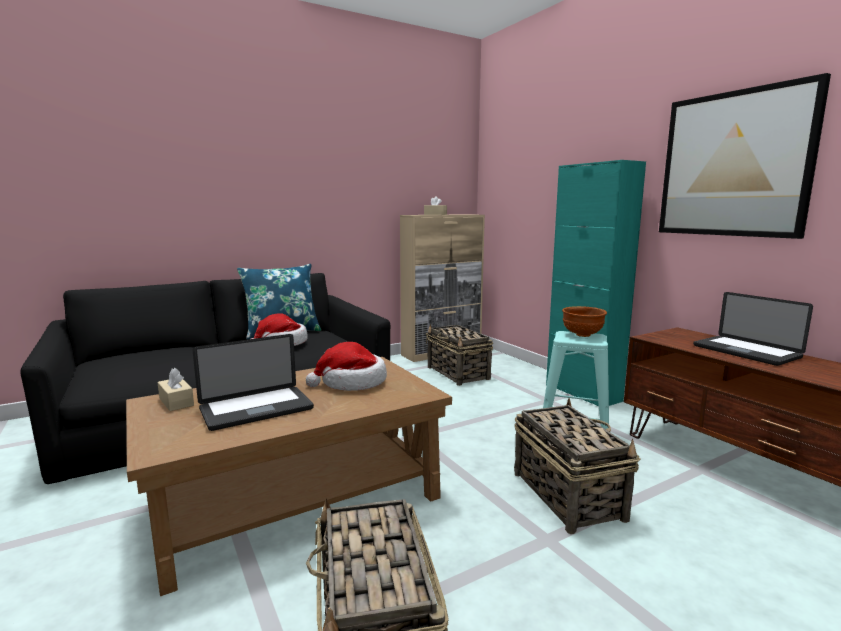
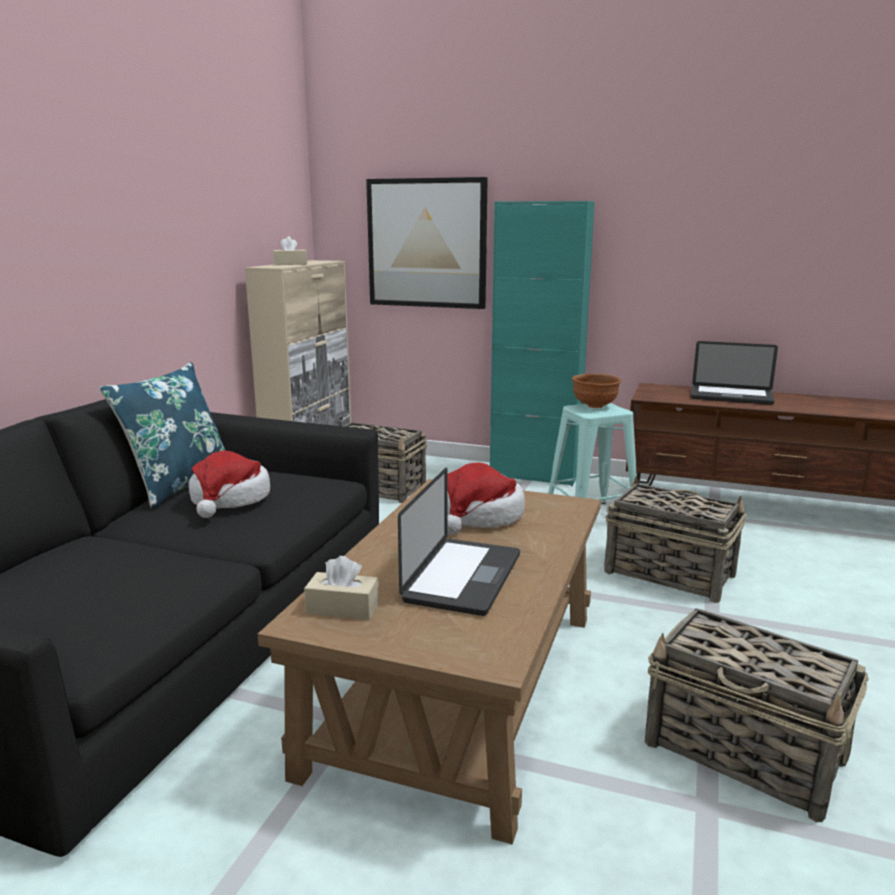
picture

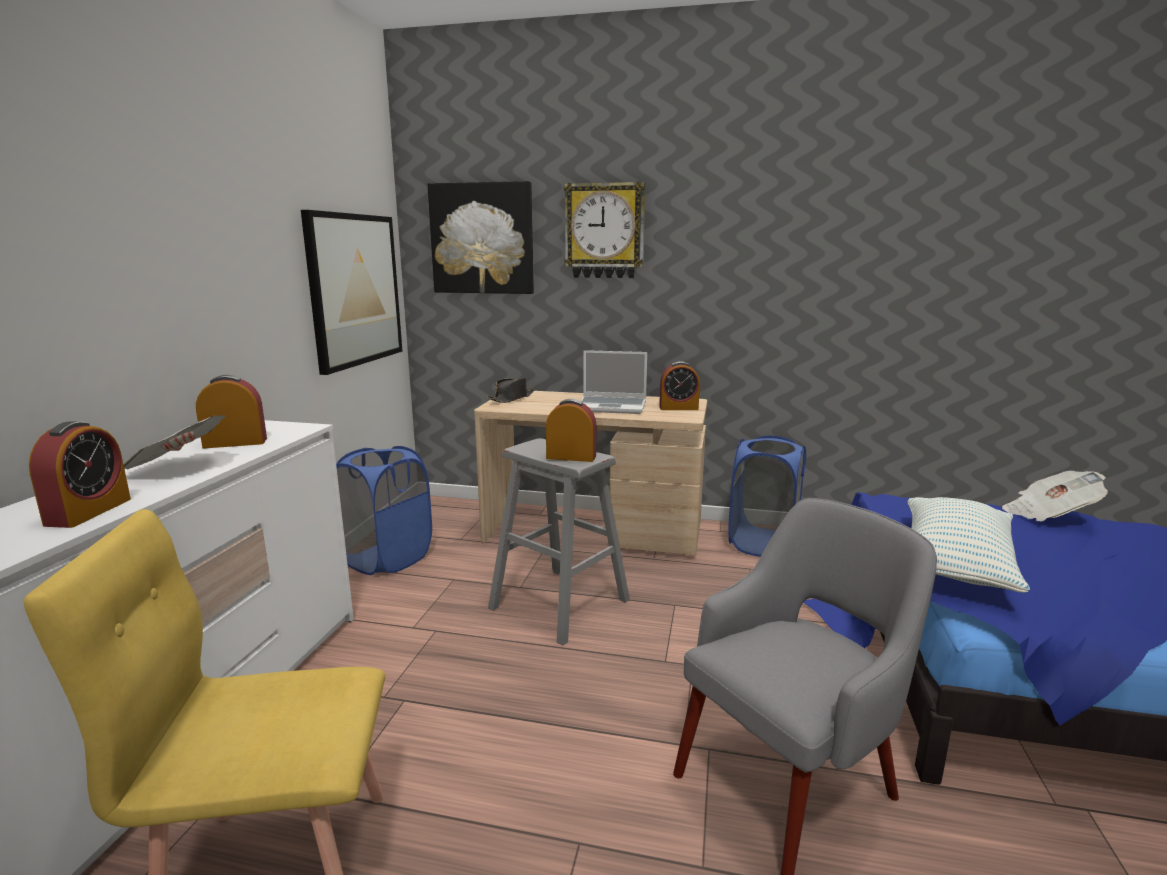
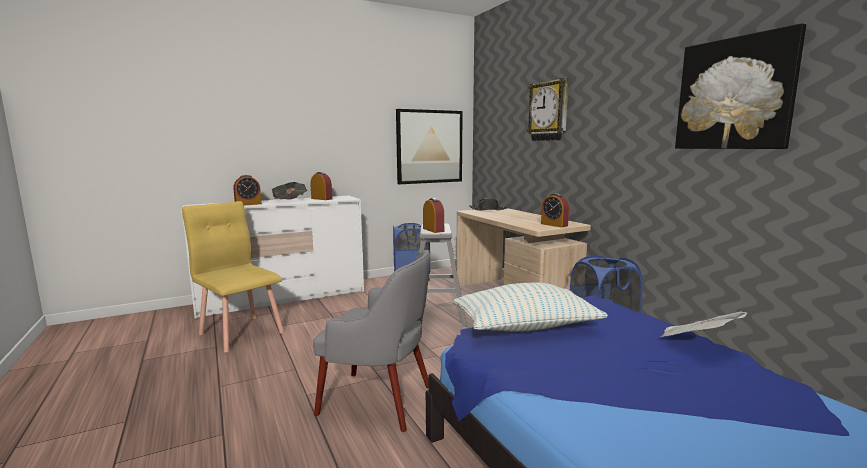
picture (no. 2 from left)
portable_computer

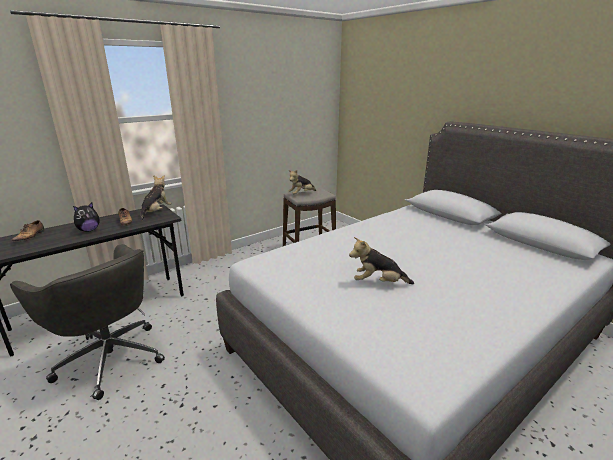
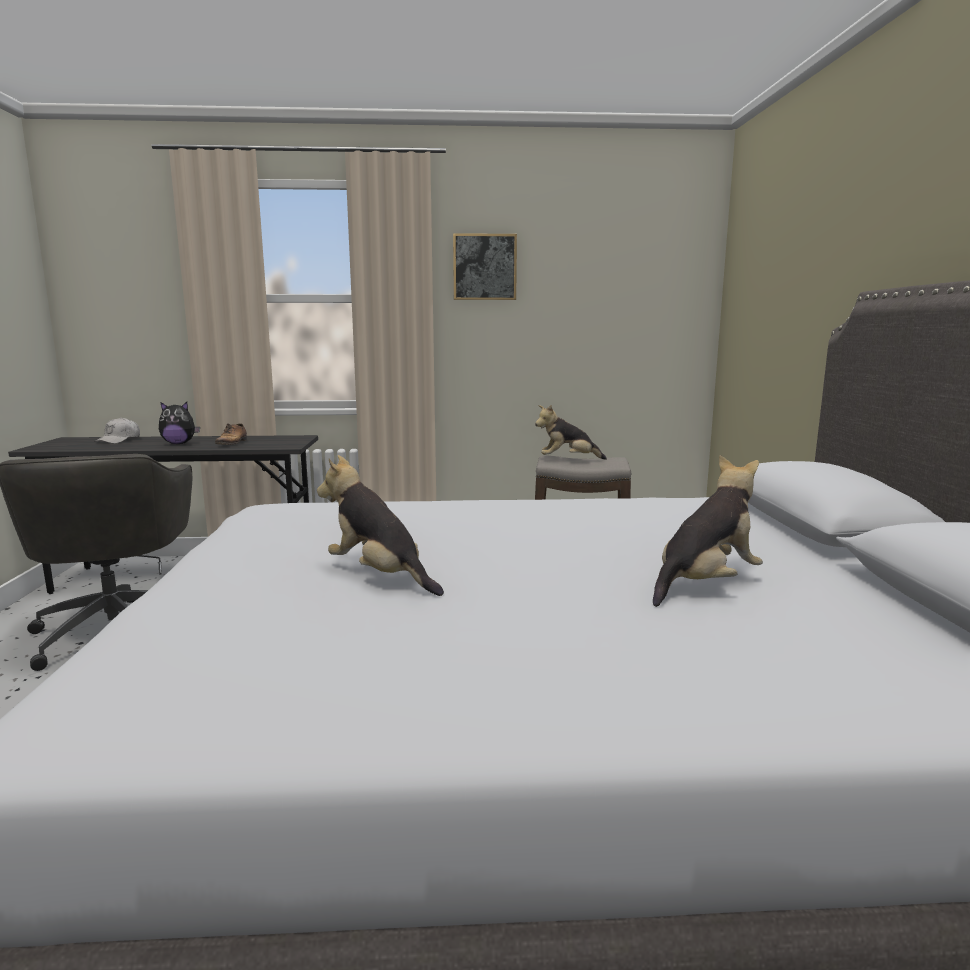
plush_toy (no. 4 from left)
whitish_baseball_cap
picture

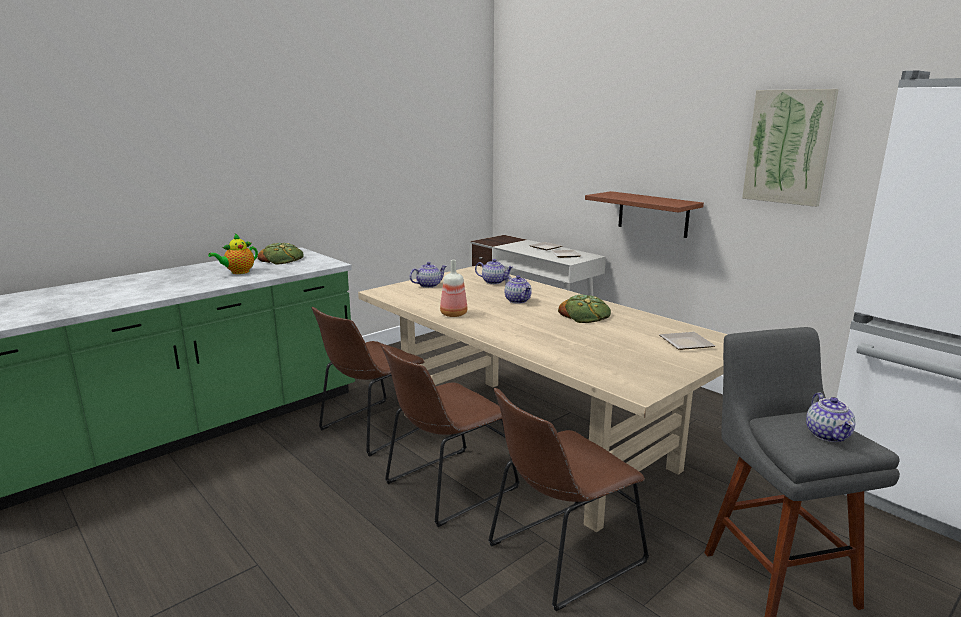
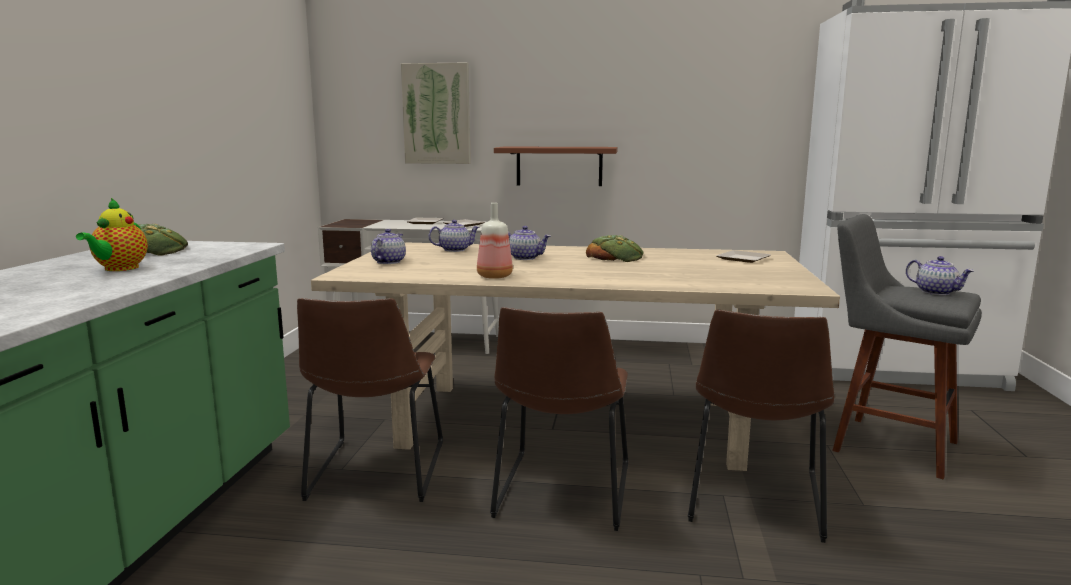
picture

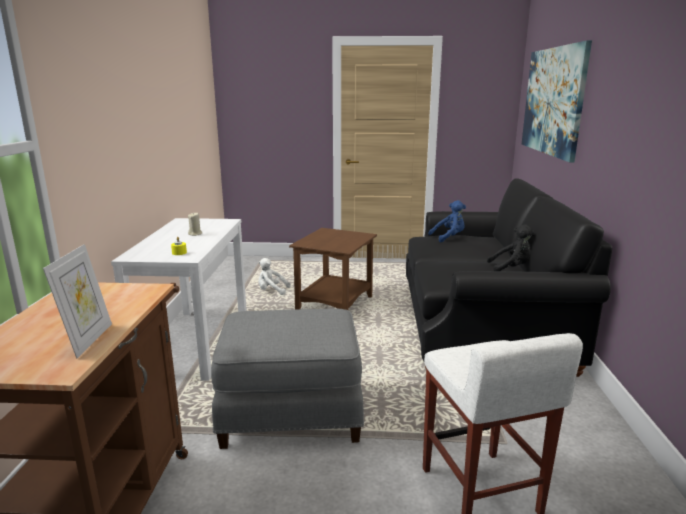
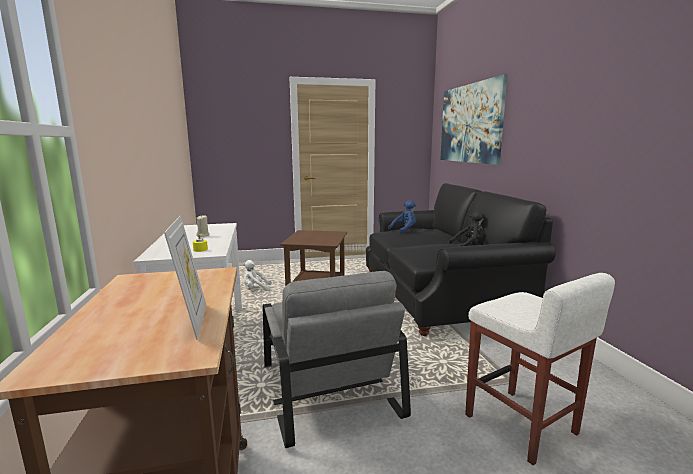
gray_easy_chair

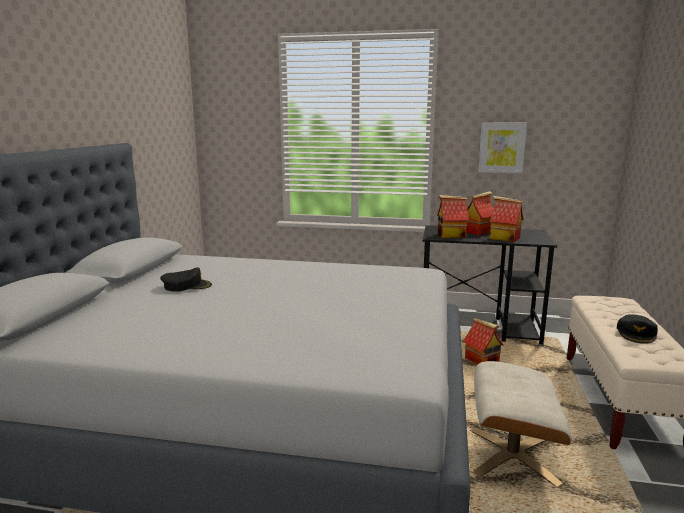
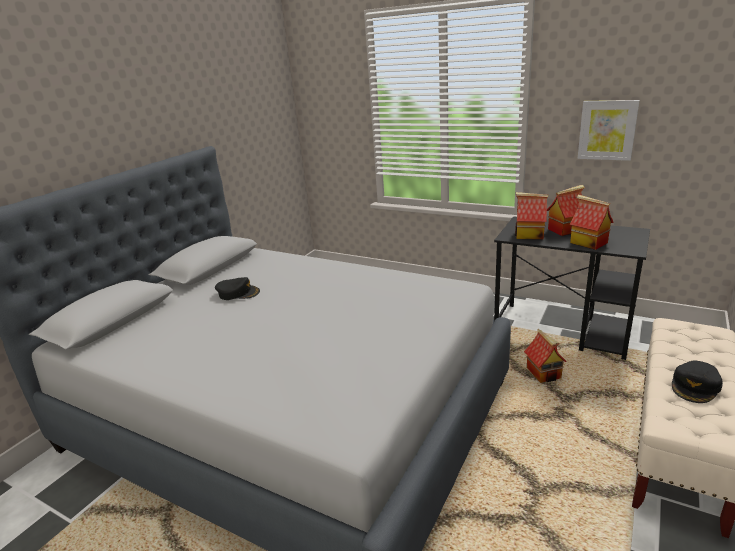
beige_ottoman

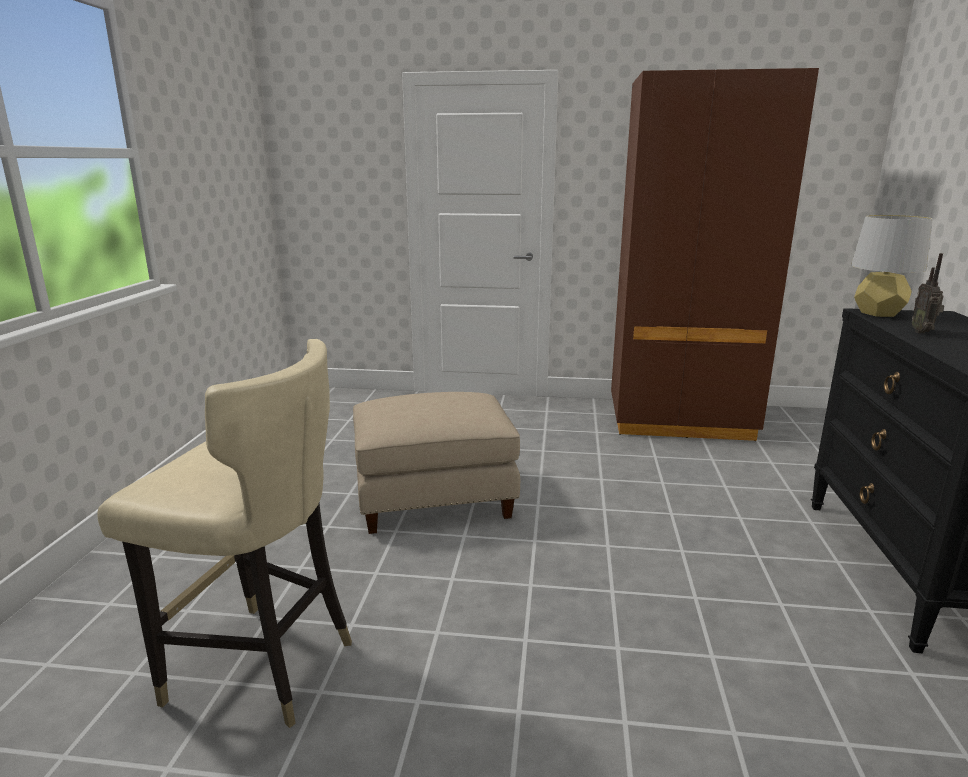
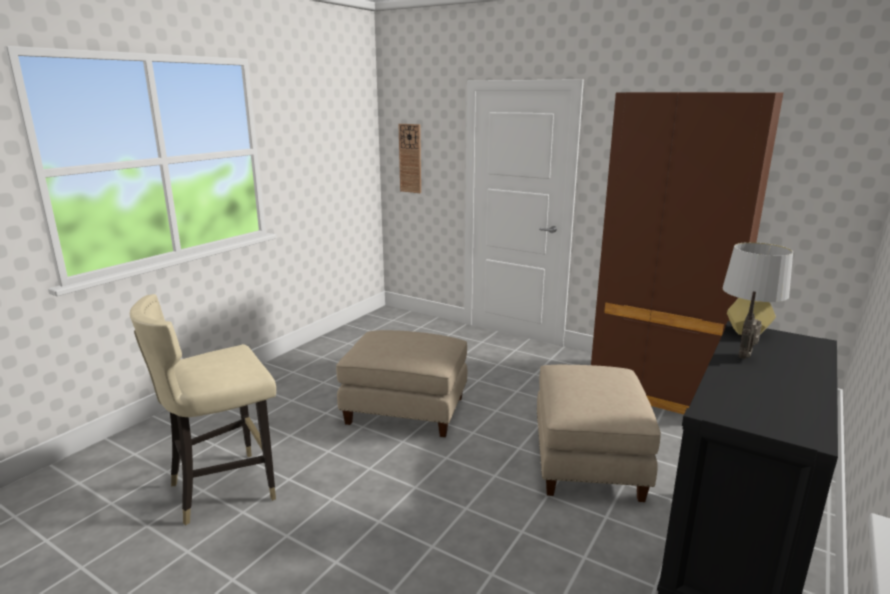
beige_plain_chair
clock_on_the_wall
beige_ottoman (no. 2 from left)

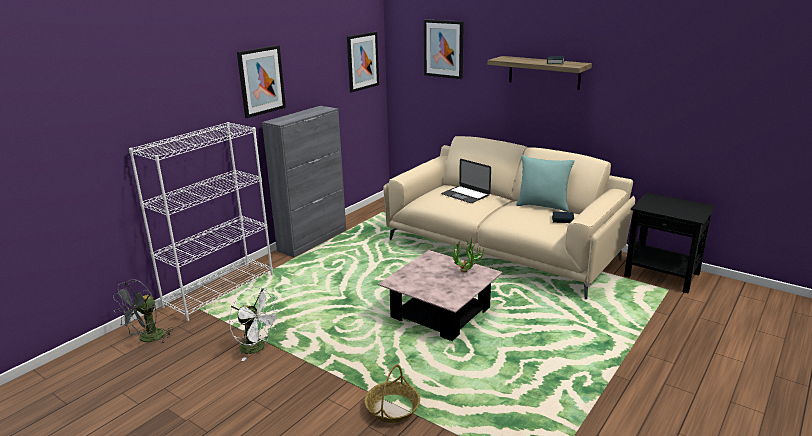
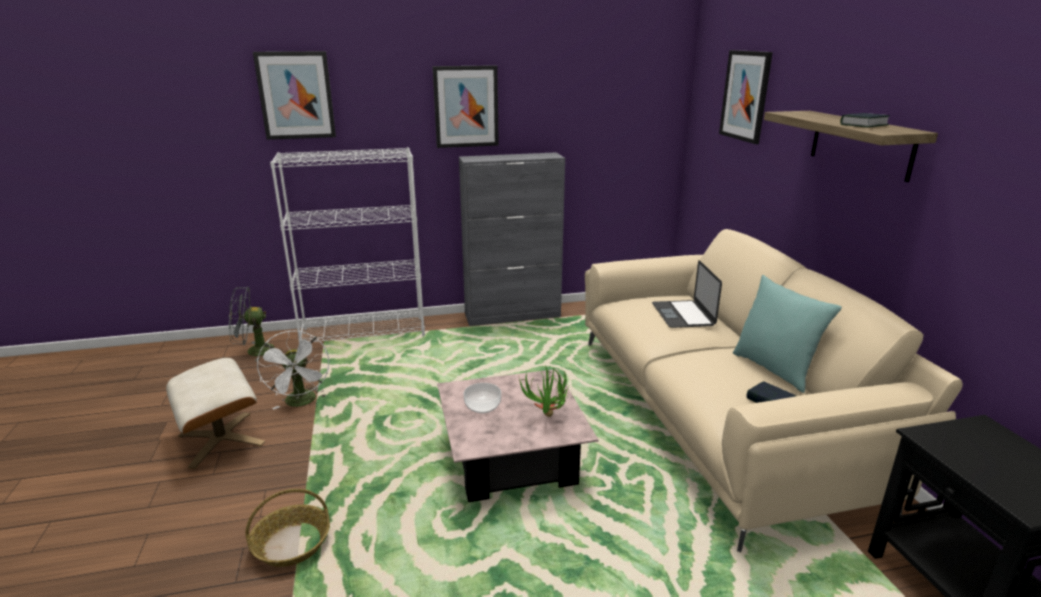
picture (no. 1 from left)
beige_ottoman
bowl

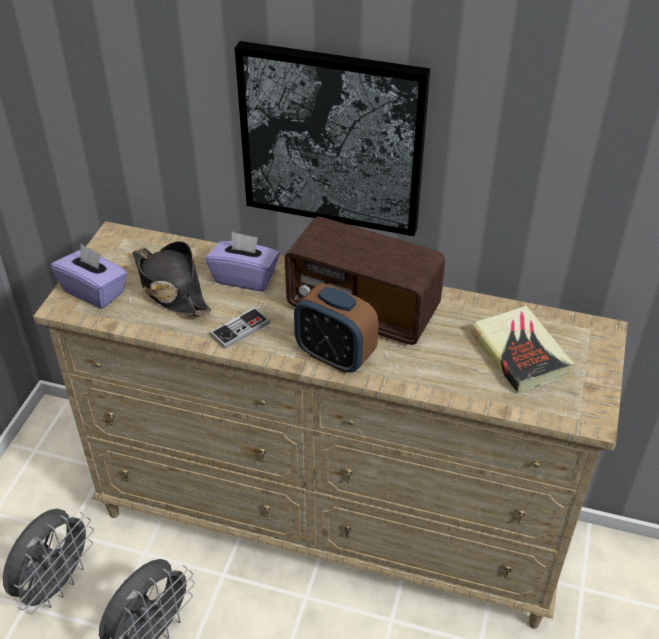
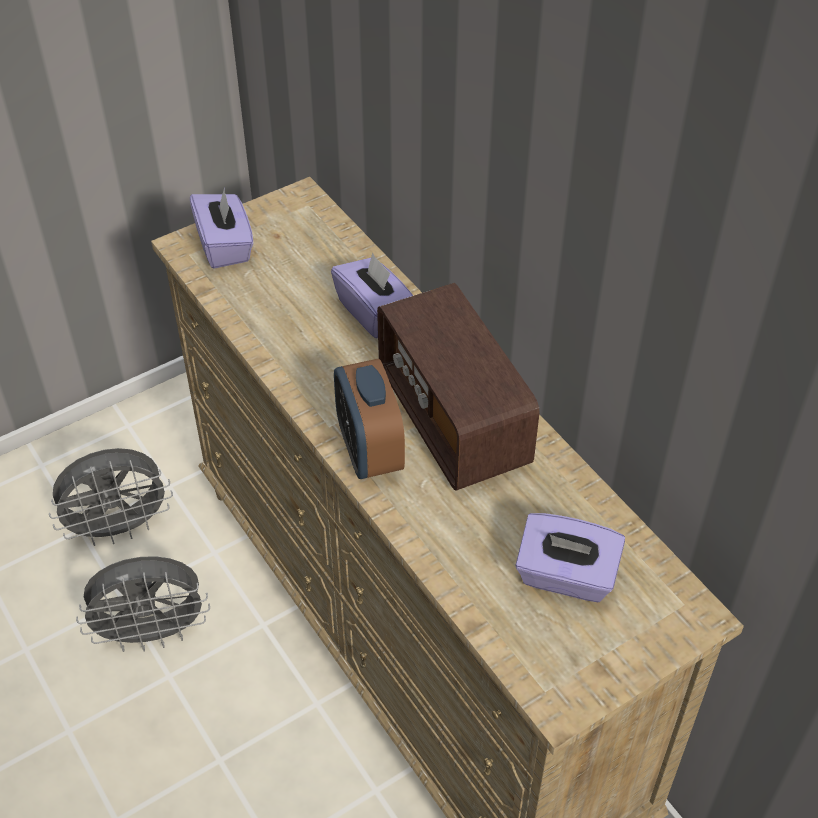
picture
blackish_clothing_hat
purple_tissue_box (no. 3 from left)
gamepad

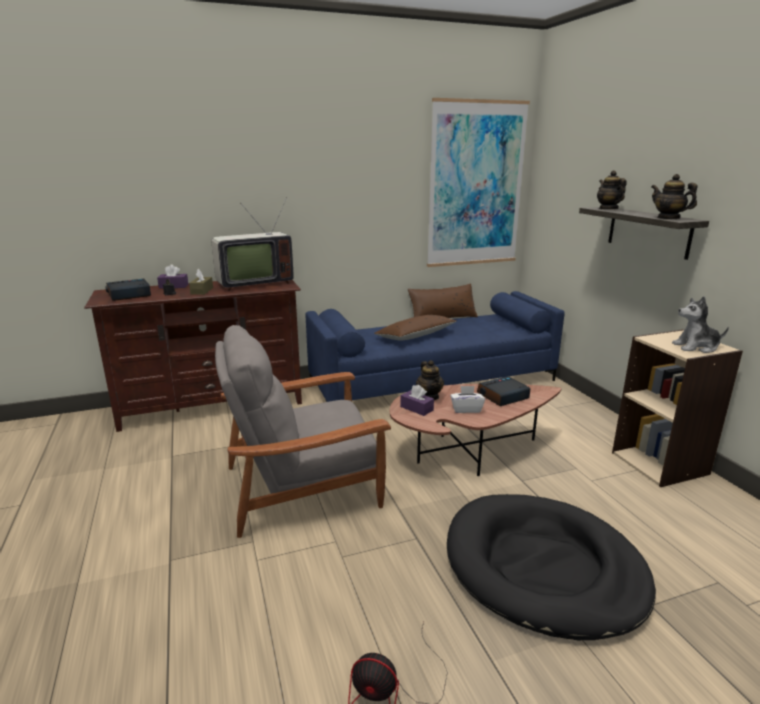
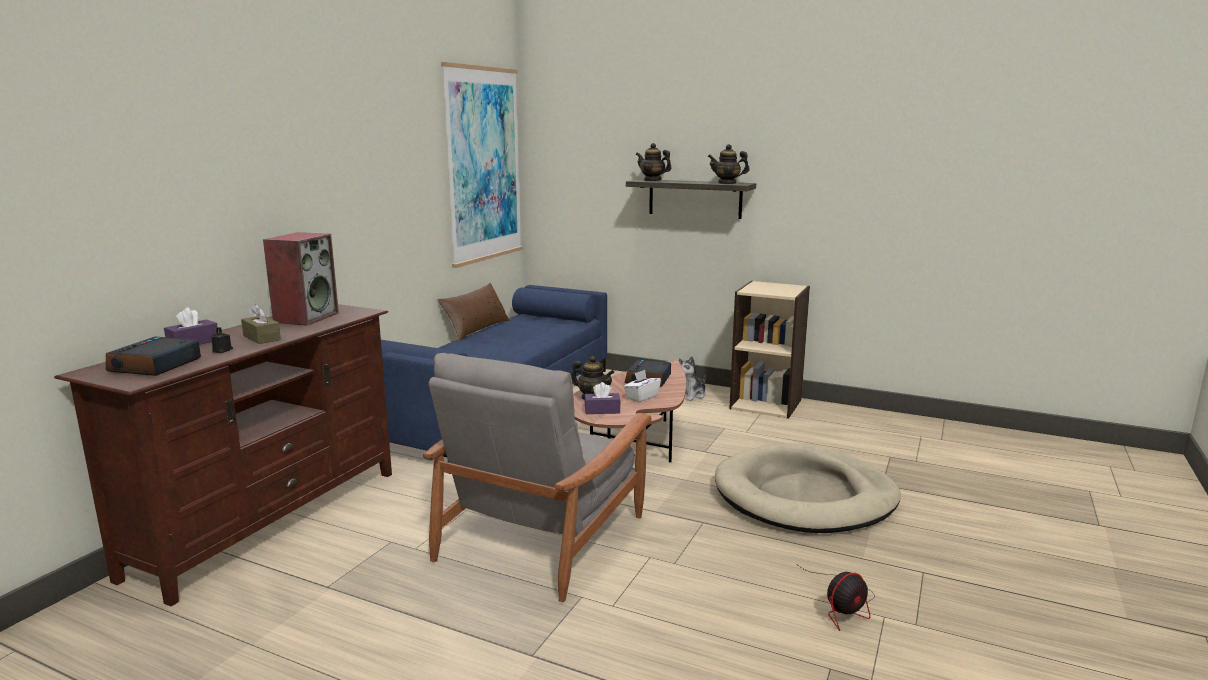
audio_speaker
plush_toy
brown_throw_pillow (no. 1 from left in the first image)
beige_dog_bed

